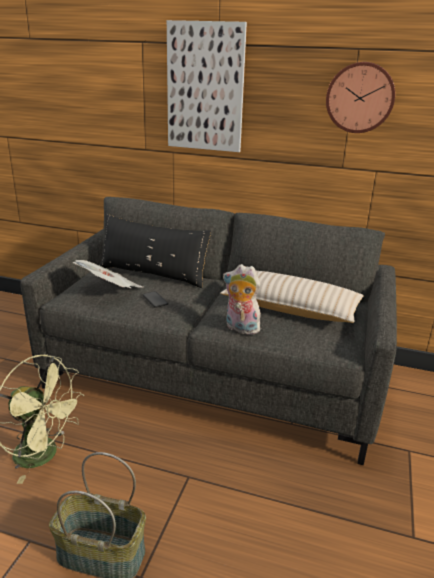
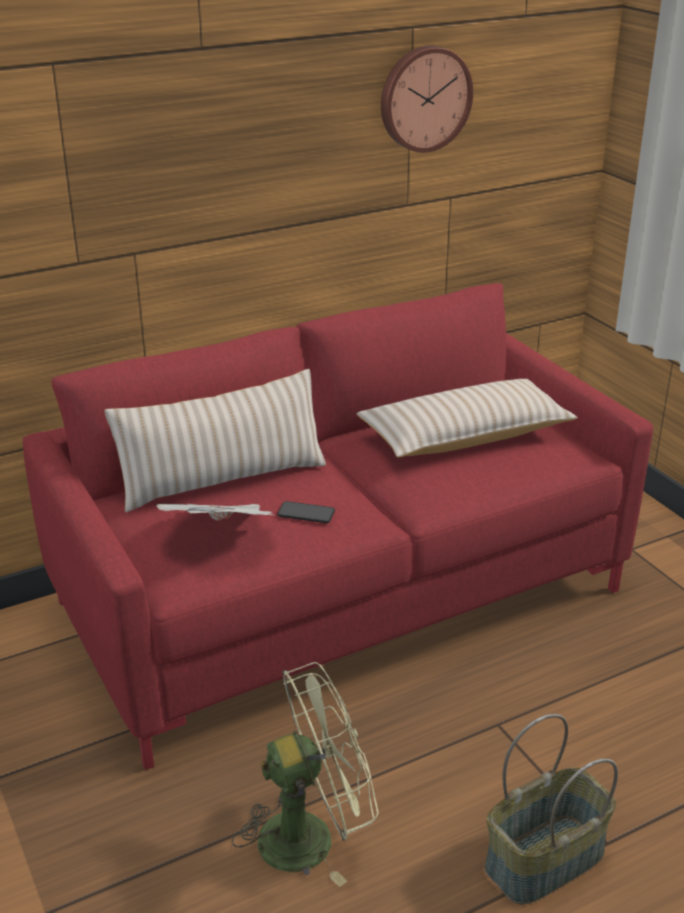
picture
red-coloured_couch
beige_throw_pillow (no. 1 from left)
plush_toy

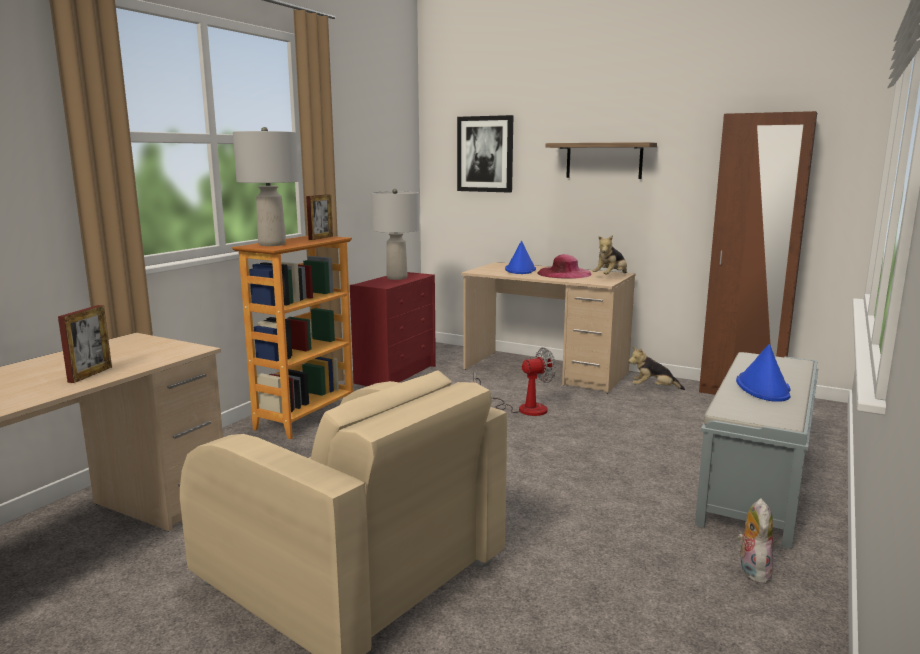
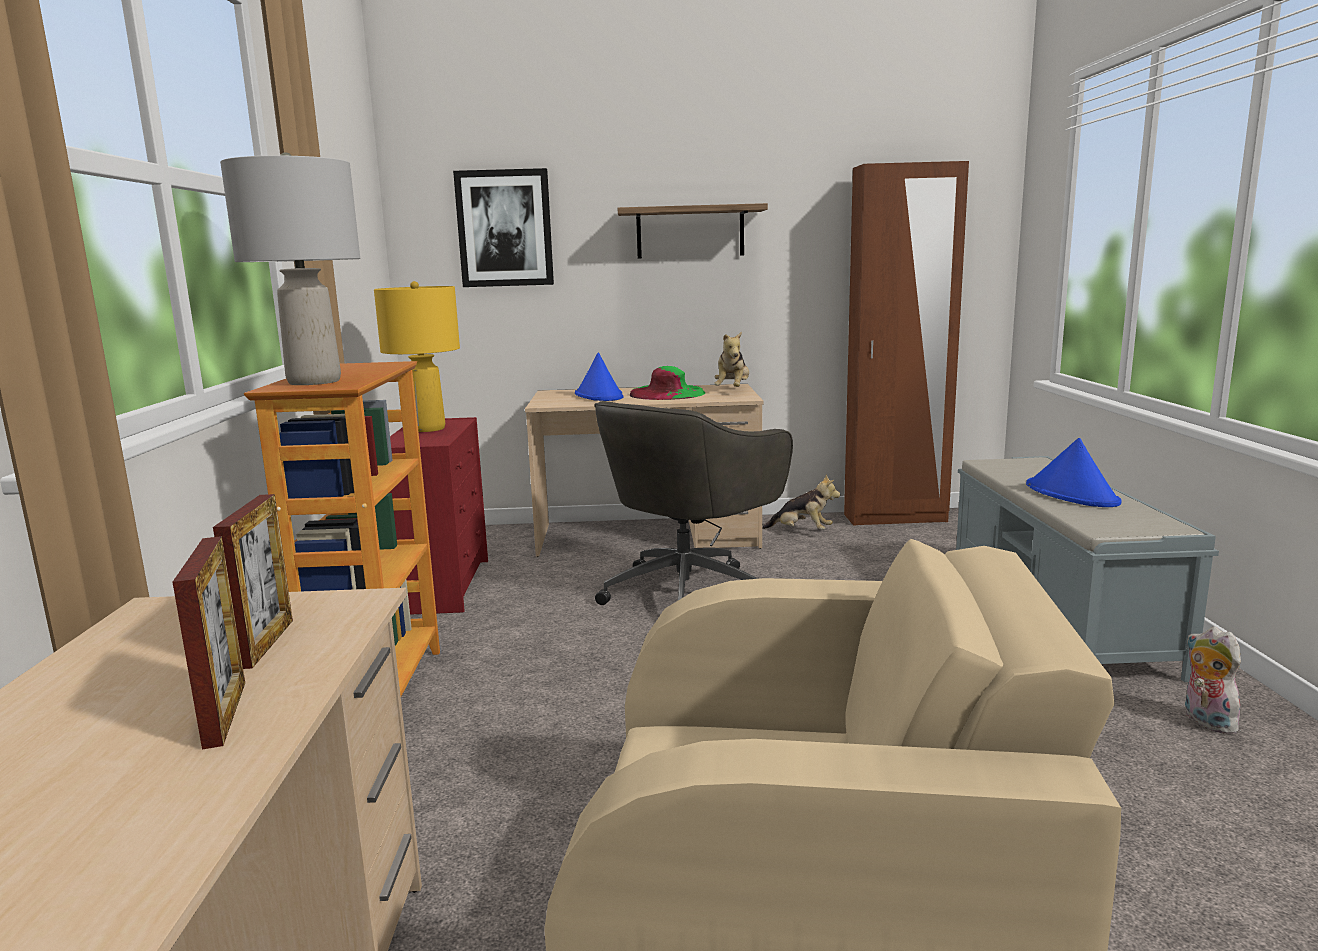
yellow-coloured_table_lamp
standing_frame (no. 2 from left)
greenish_clothing_hat
plush_toy (no. 2 from left)
gray_office_chair

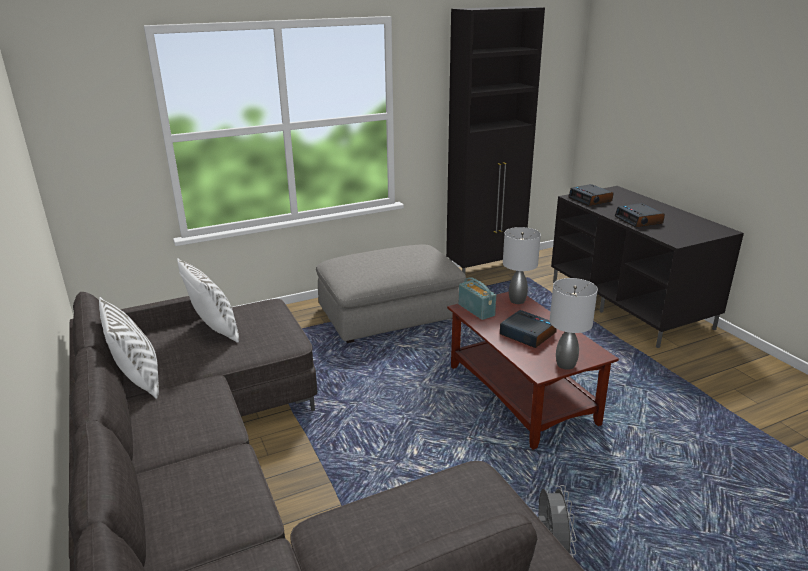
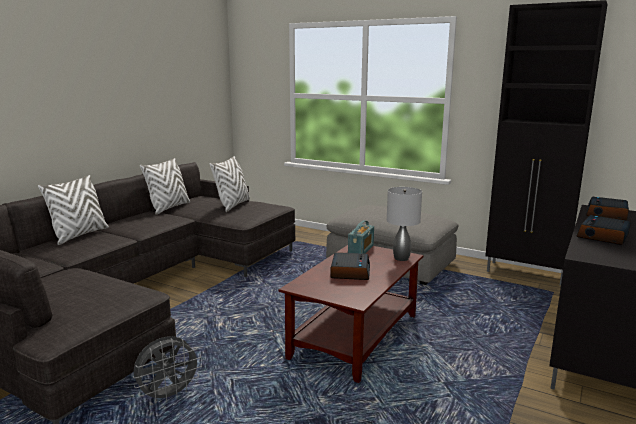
gray_table_lamp (no. 2 from left in the first image)
whitish_throw_pillow (no. 1 from left)

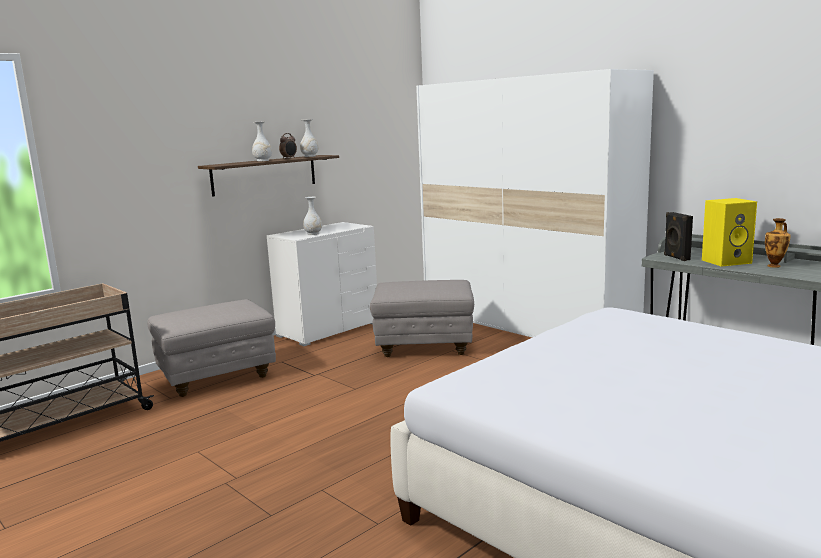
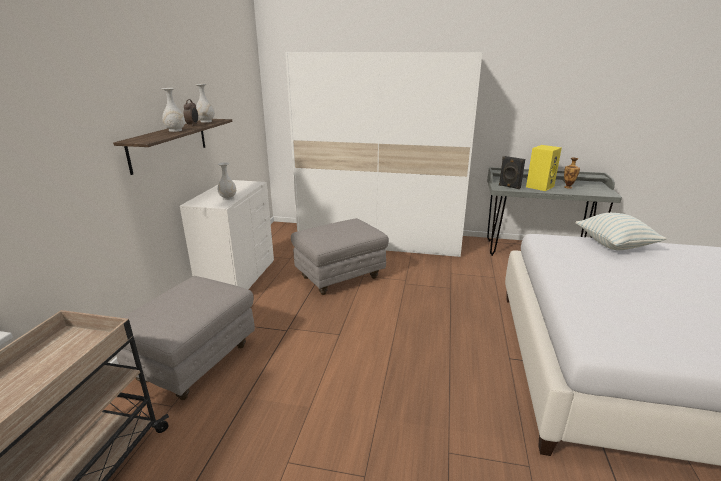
throw_pillow

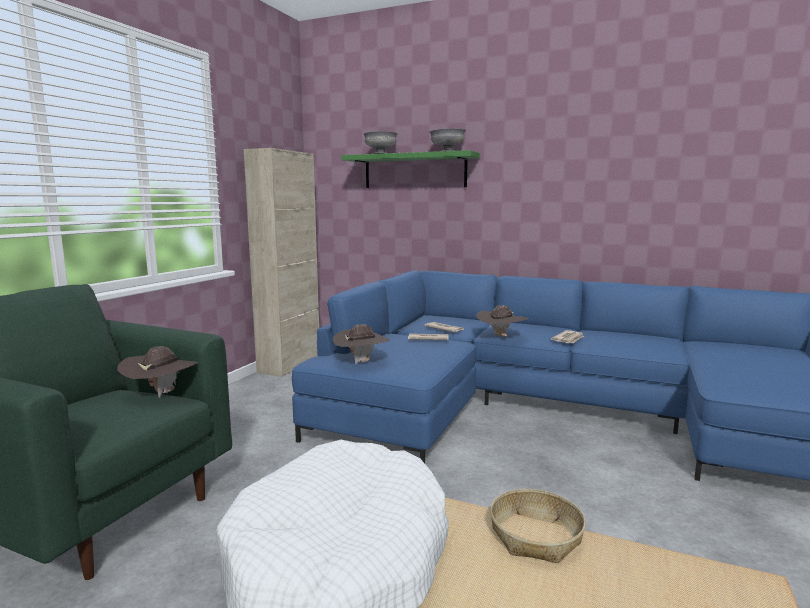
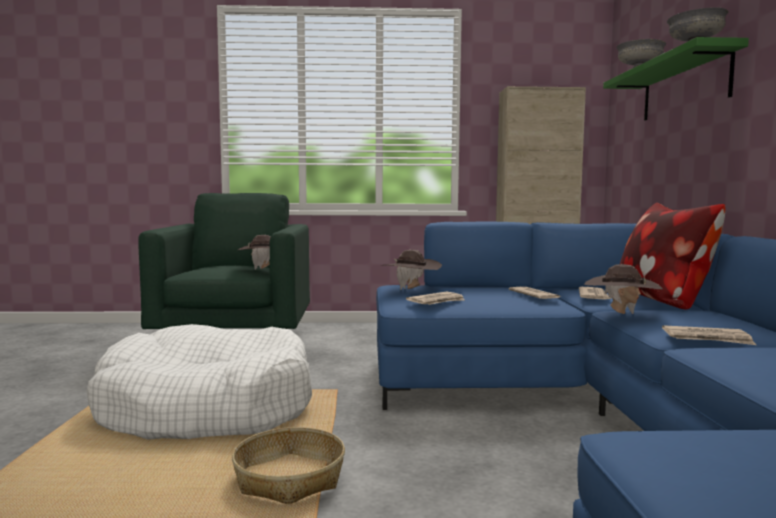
throw_pillow
printed_paper (no. 1 from left)

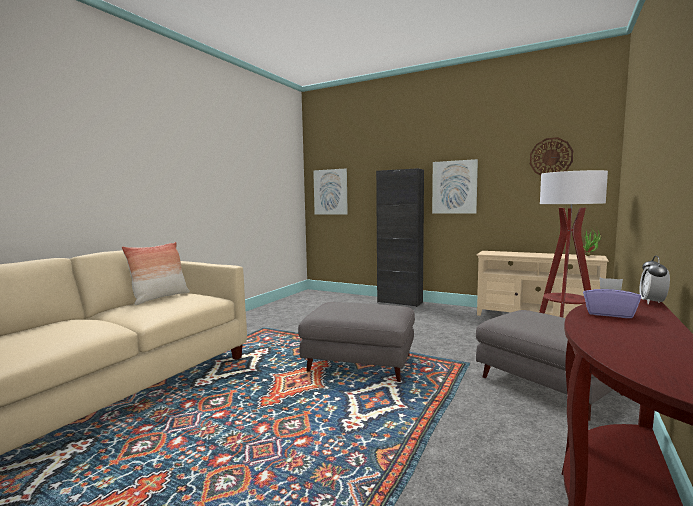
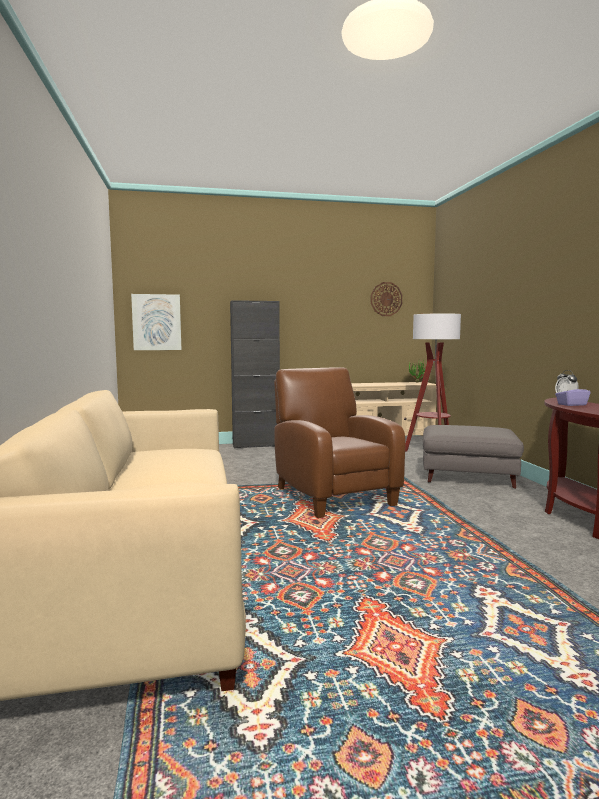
picture (no. 2 from left in the first image)
throw_pillow
brown_easy_chair

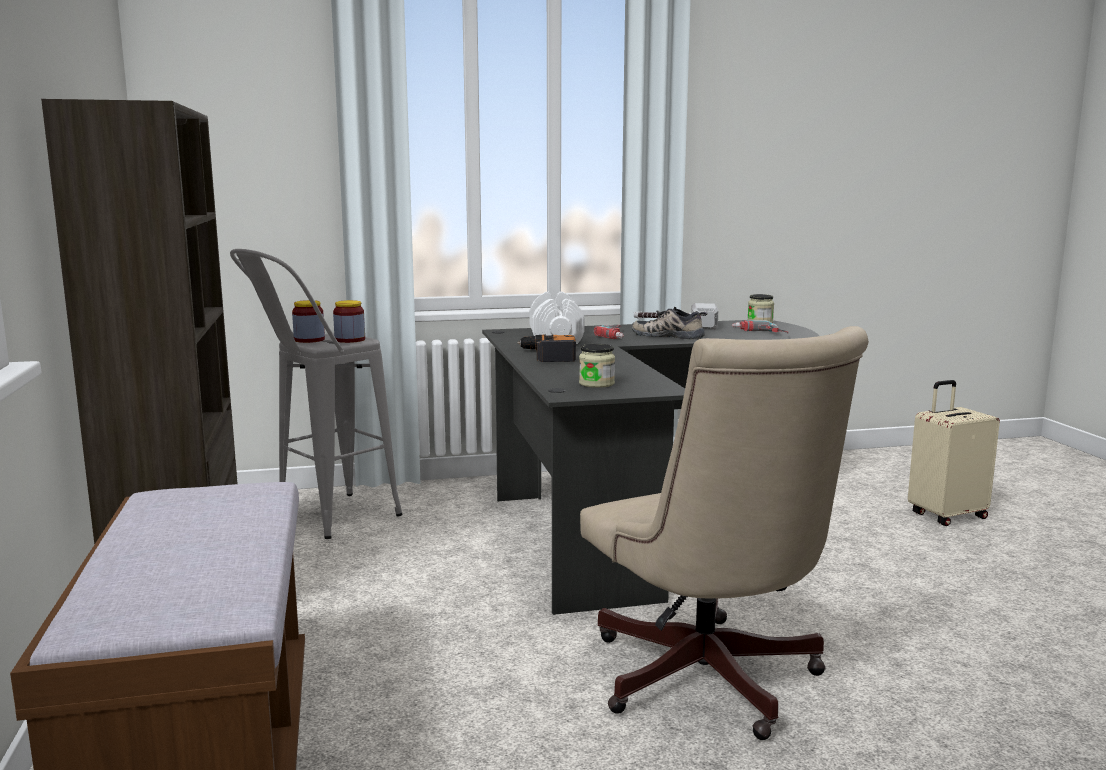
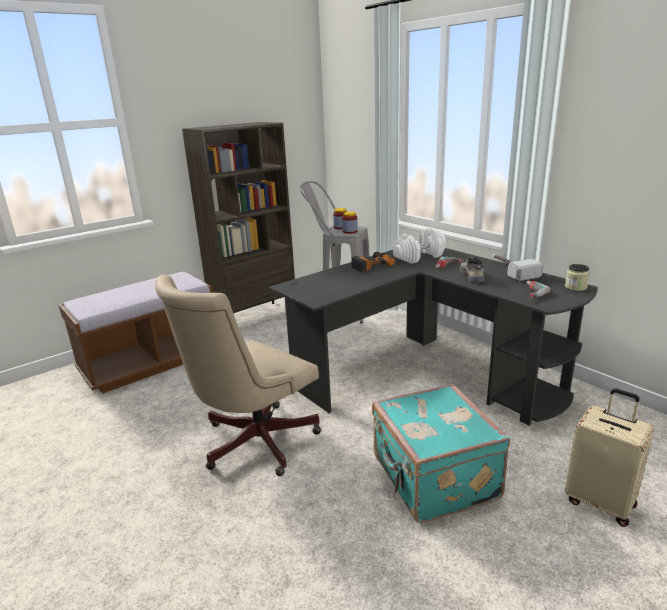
storage_jar (no. 3 from left in the first image)
turquoise-coloured_travel_case

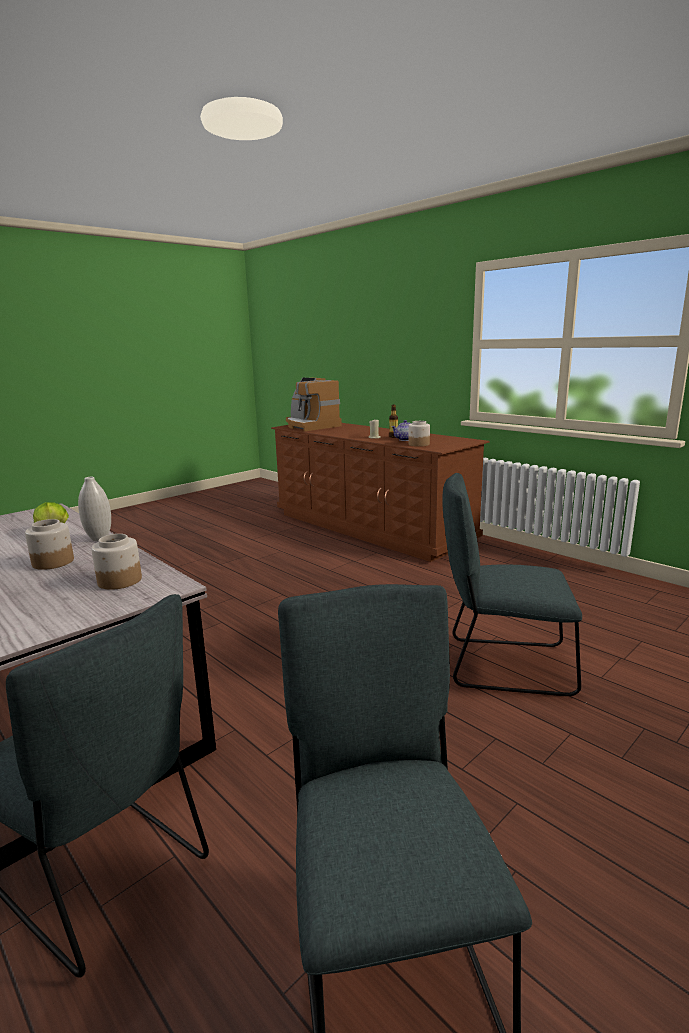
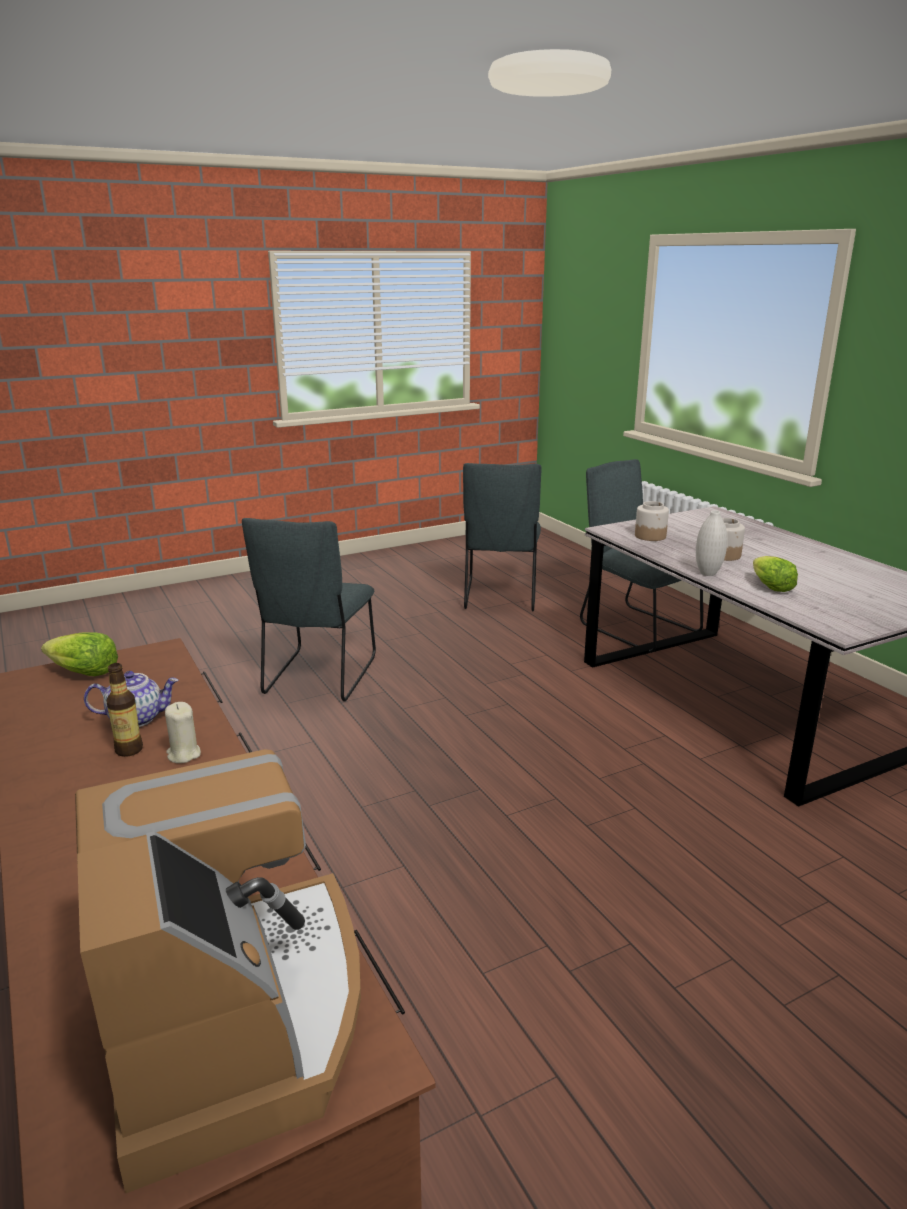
storage_jar (no. 3 from left in the first image)
gray_plain_chair (no. 1 from left)
lettuce (no. 1 from left)

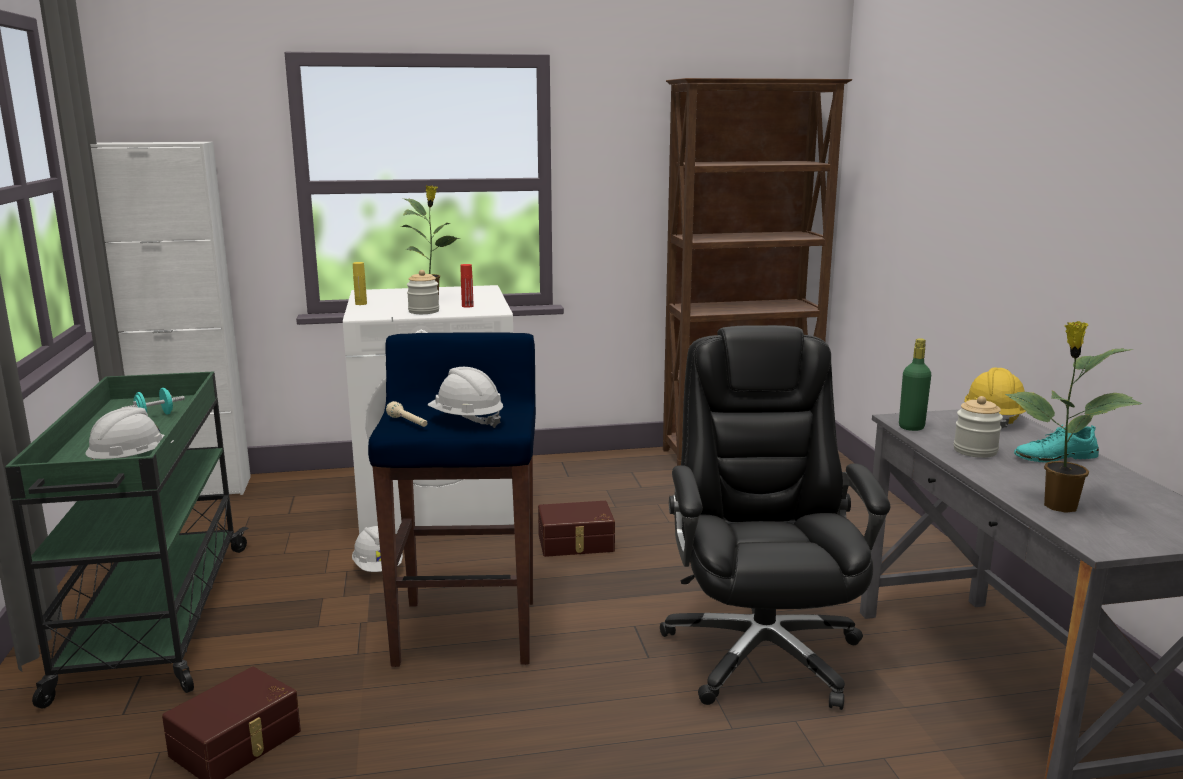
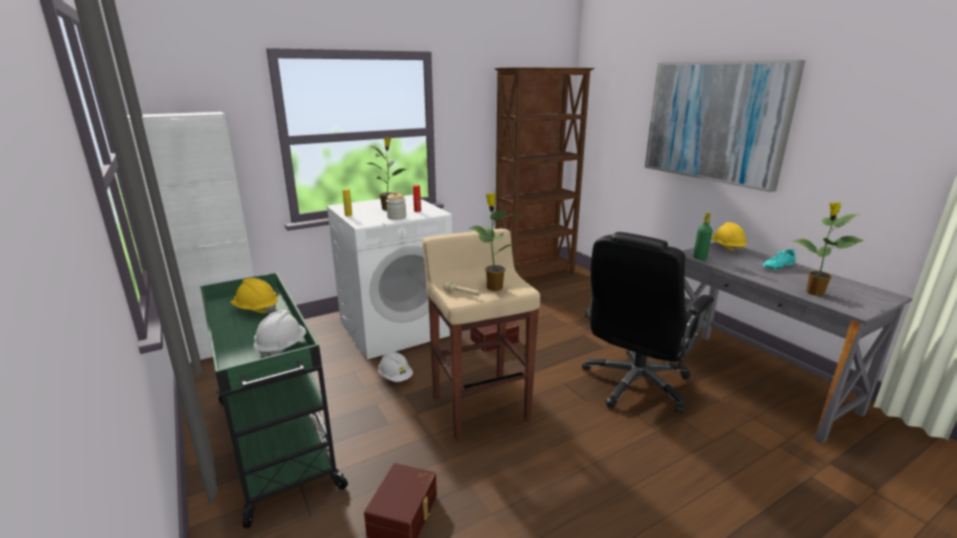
blackish_office_chair
beige_sitting_stool
houseplant (no. 2 from left)
yellow-coloured_work_helmet (no. 1 from left)
storage_jar (no. 2 from left in the first image)
picture

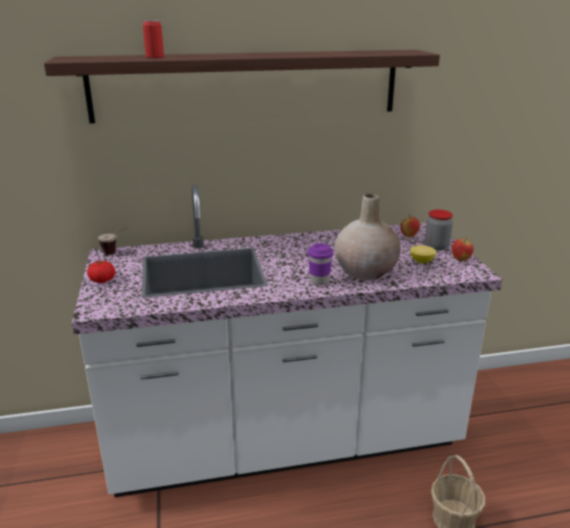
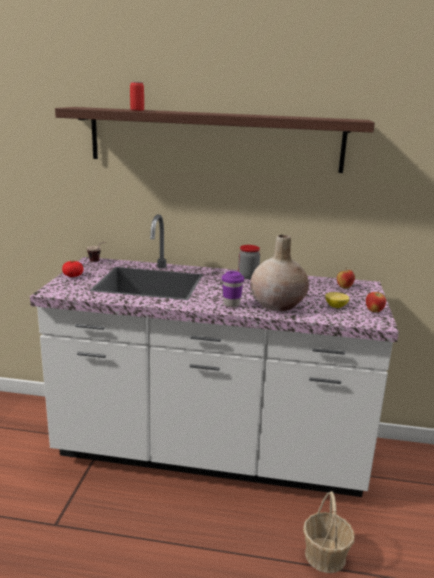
storage_jar

